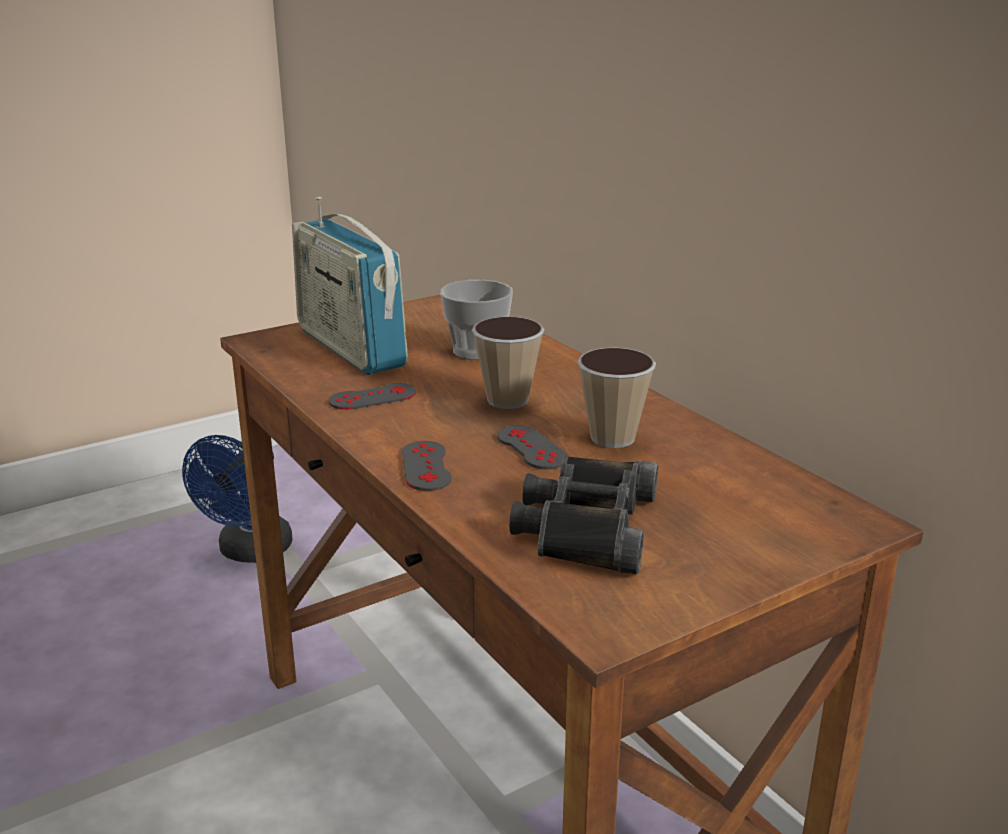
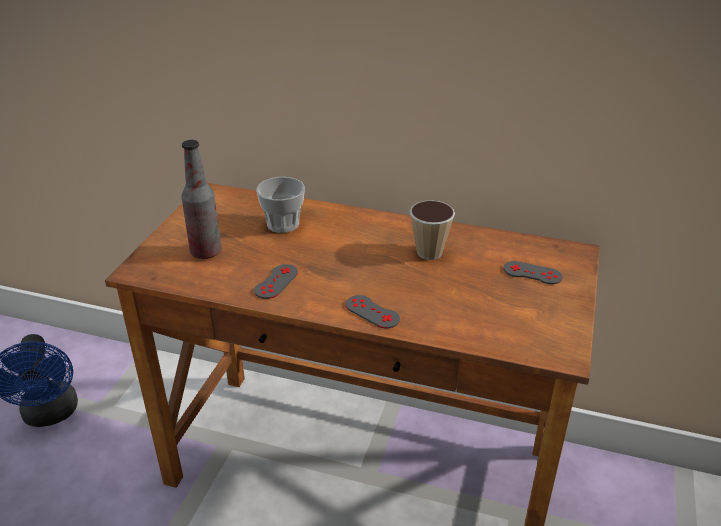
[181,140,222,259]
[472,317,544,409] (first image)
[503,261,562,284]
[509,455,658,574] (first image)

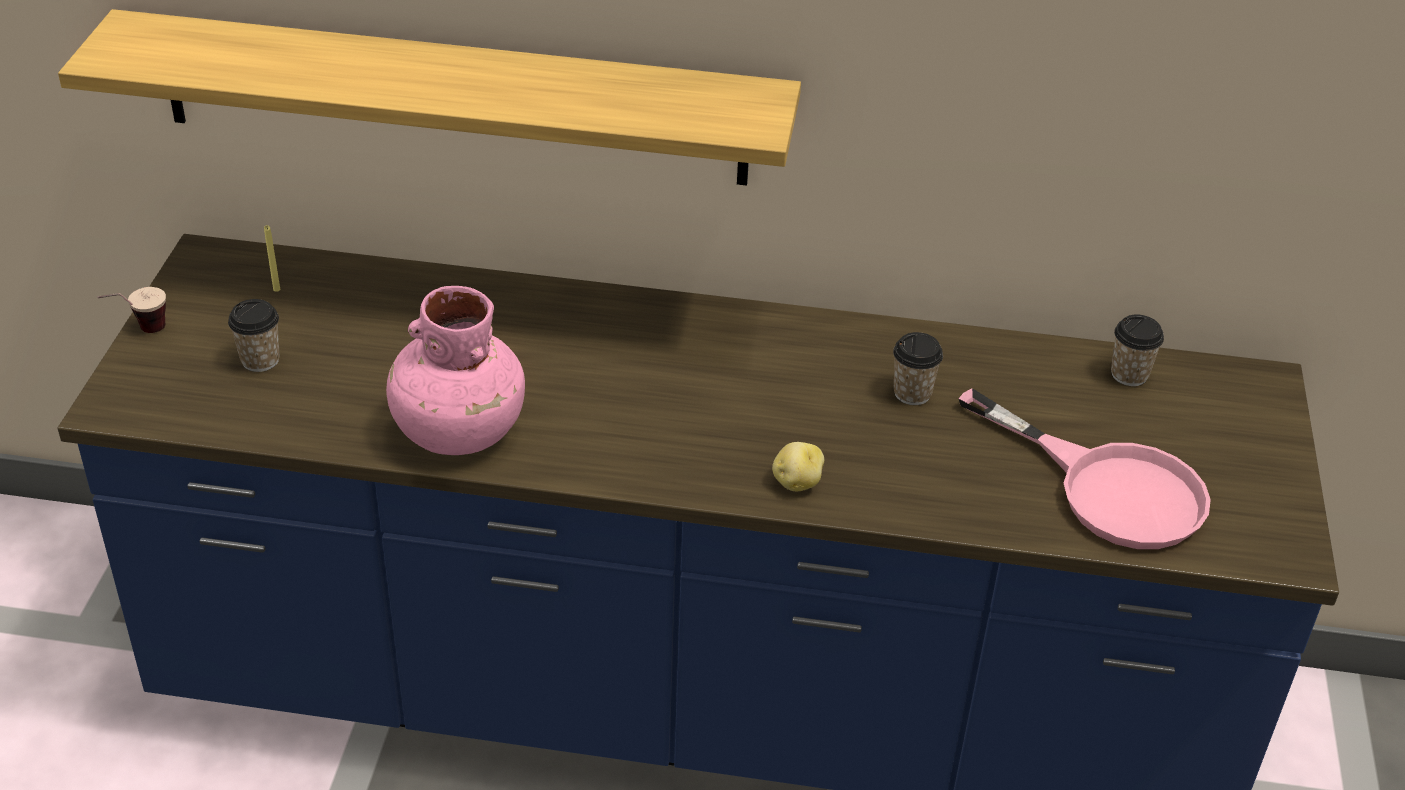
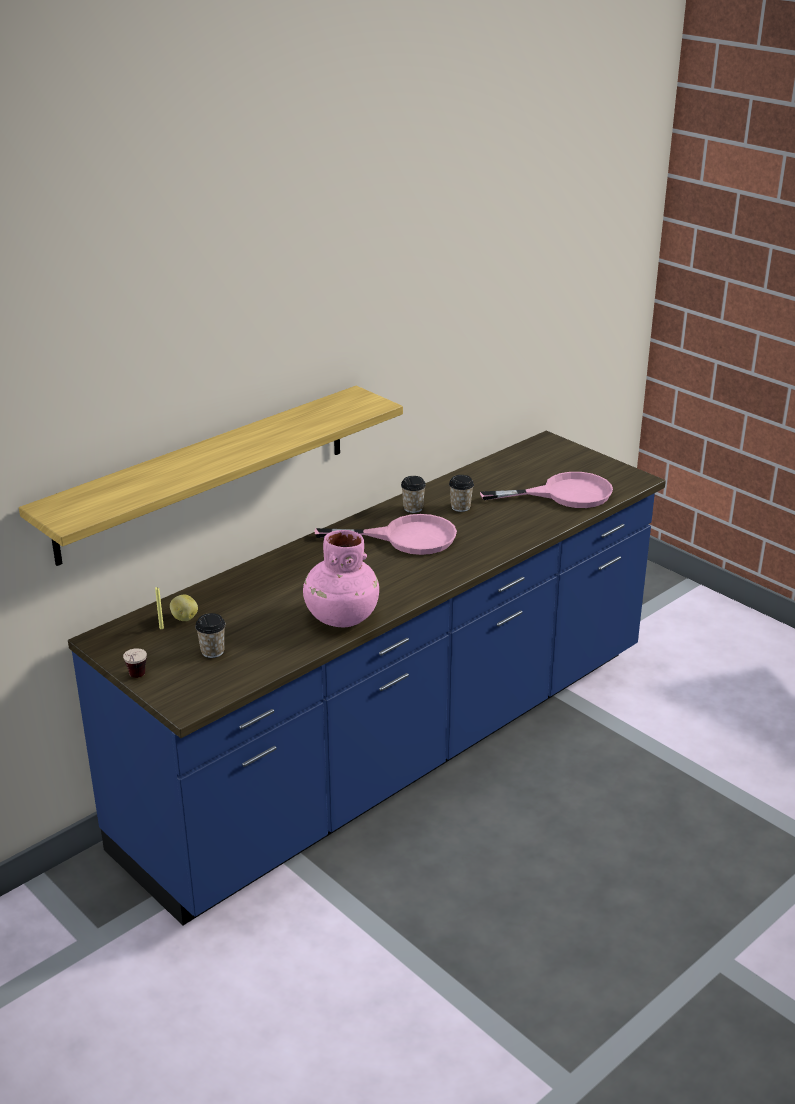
[401,476,426,513]
[170,595,198,621]
[315,514,457,555]

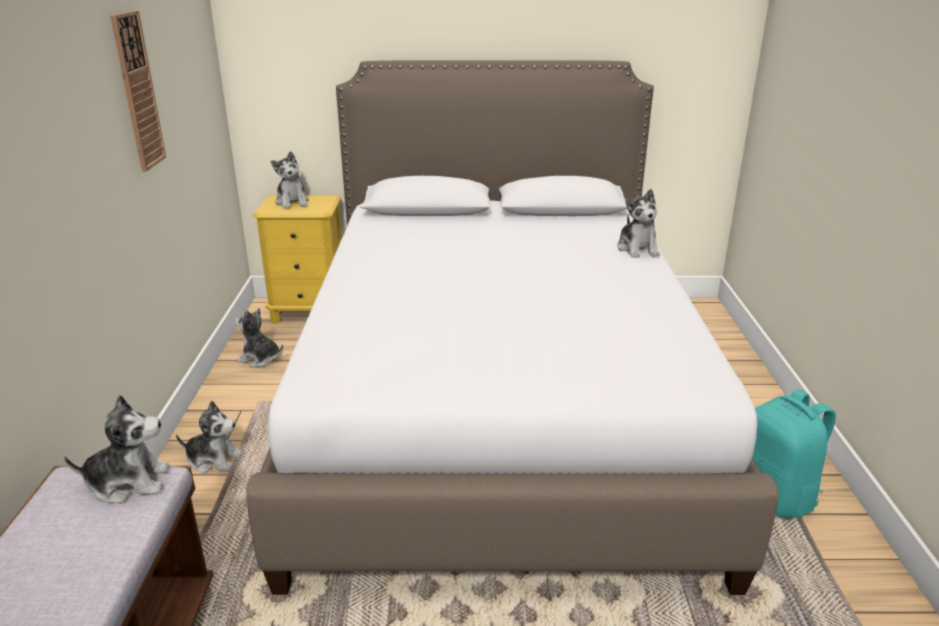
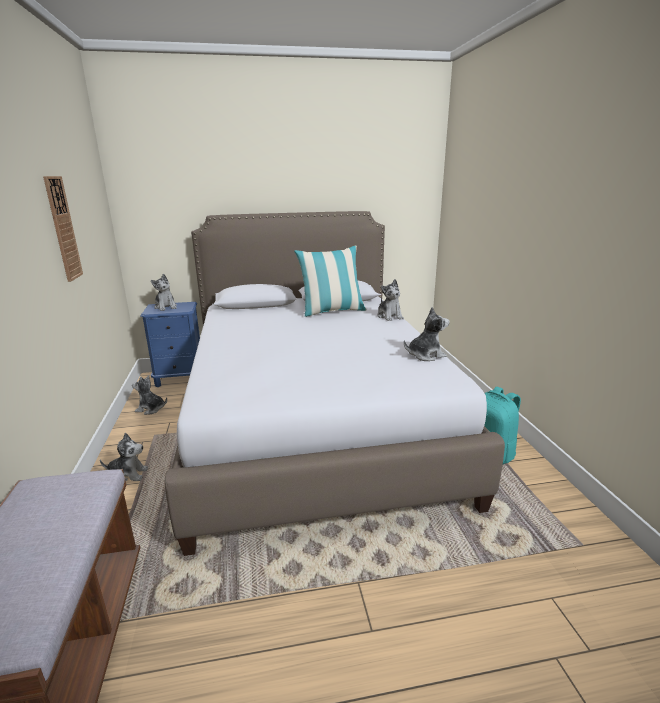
[140,302,200,387]
[404,307,449,361]
[294,246,367,317]

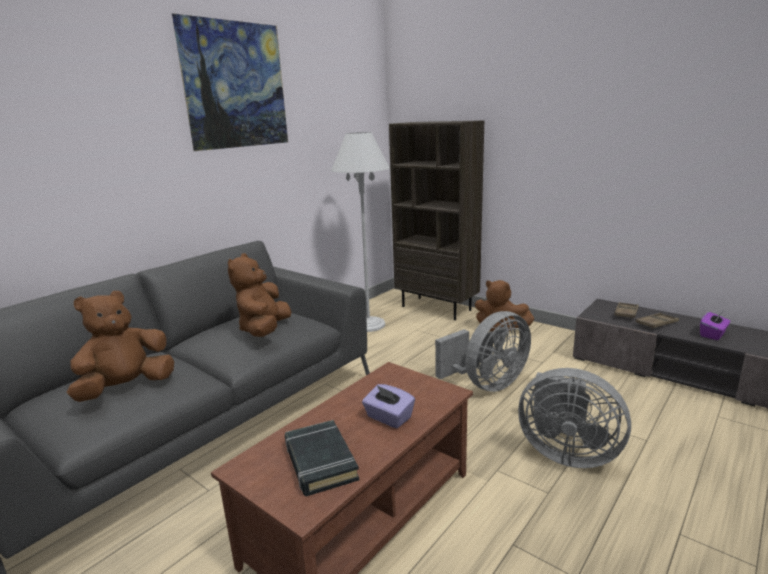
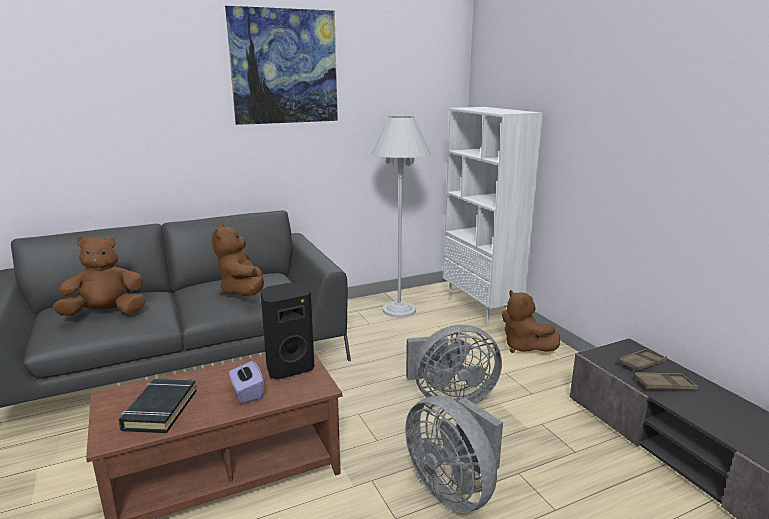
[443,107,543,326]
[212,224,264,296]
[700,312,730,340] (first image)
[260,283,314,380]

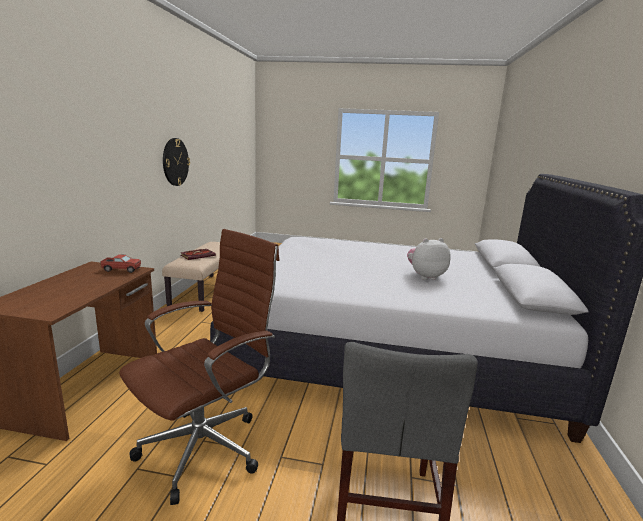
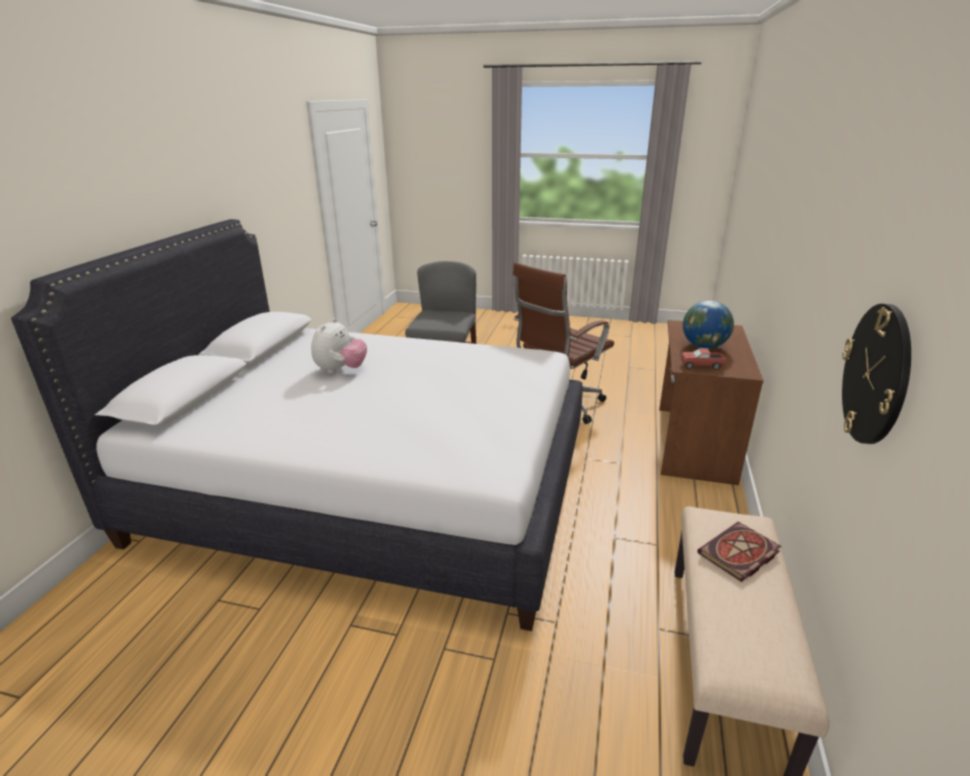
[311,318,367,374]
[683,300,734,349]

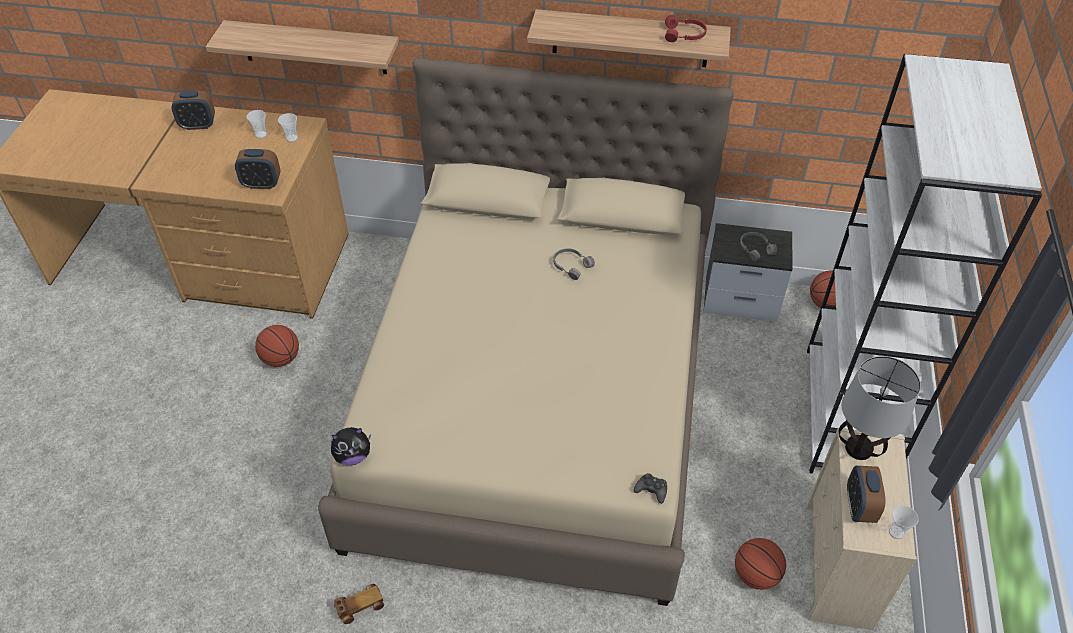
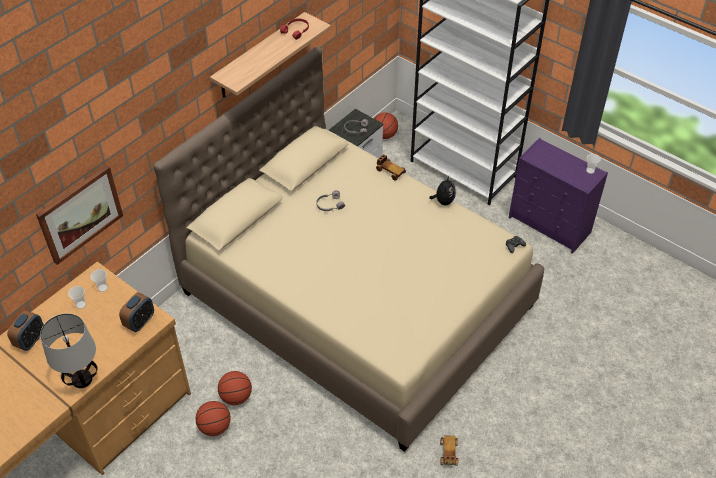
[36,165,123,265]
[40,313,98,388]
[429,176,456,205]
[509,138,608,254]
[847,466,885,523] (first image)
[218,371,252,405]
[376,154,406,181]

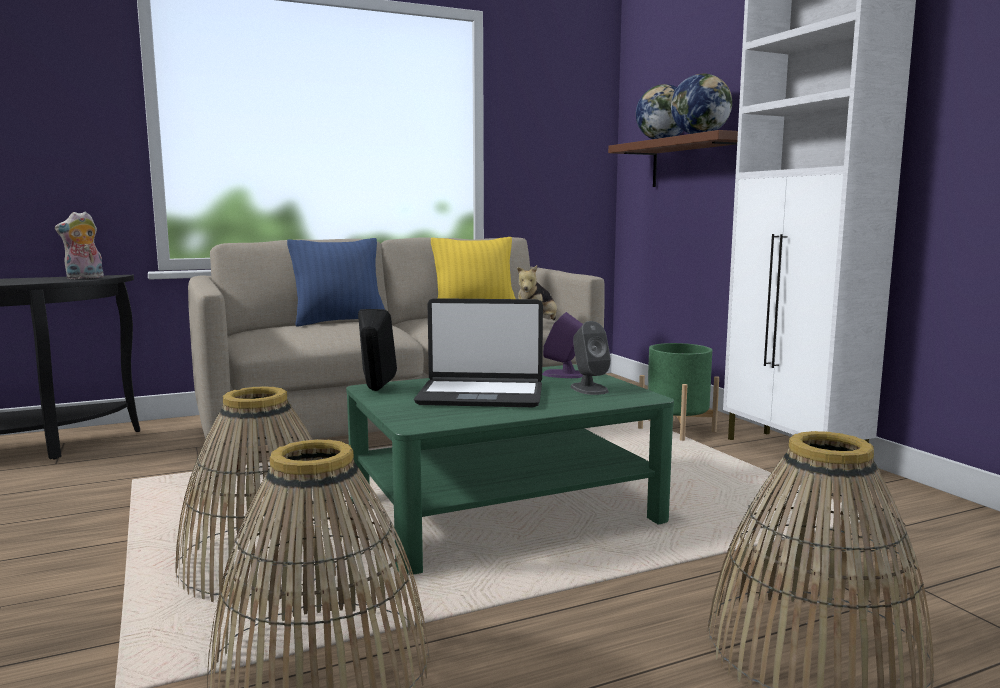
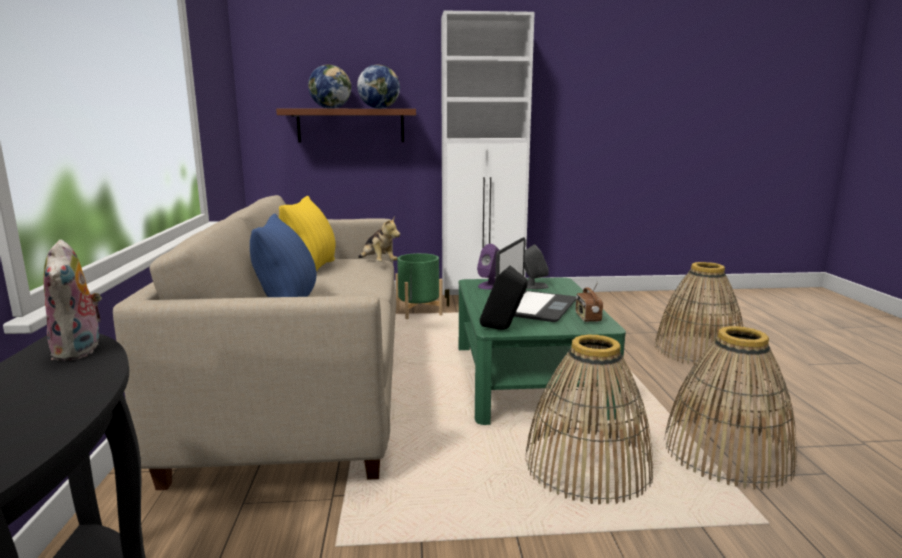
[575,280,603,322]

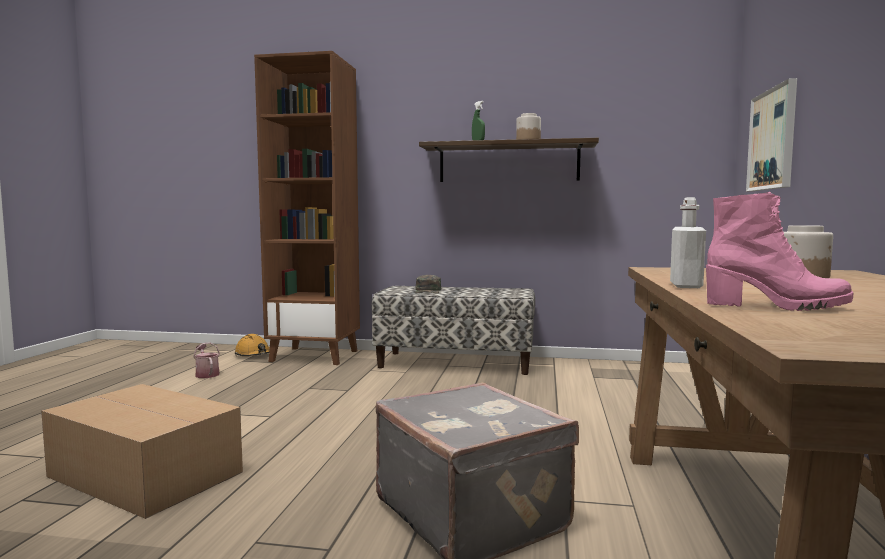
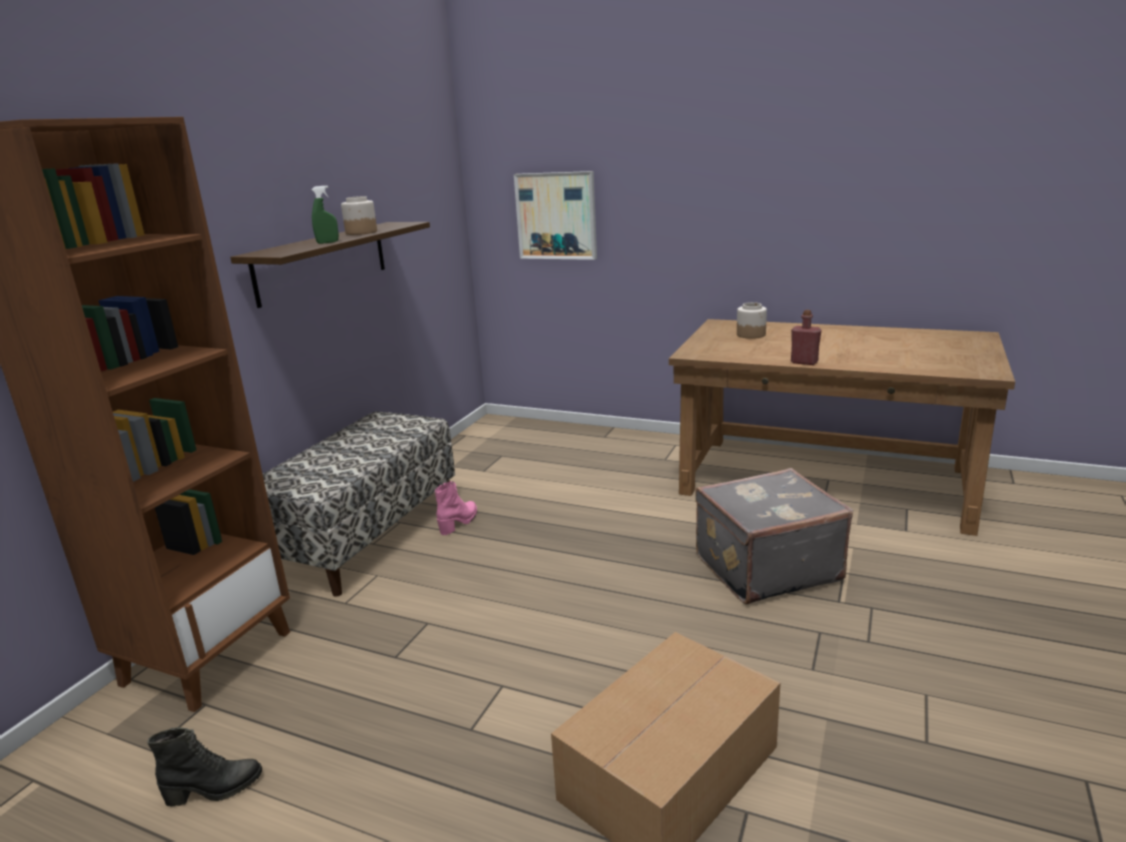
[435,481,477,535]
[791,310,822,365]
[415,275,441,293] (first image)
[235,334,270,356] (first image)
[147,727,262,807]

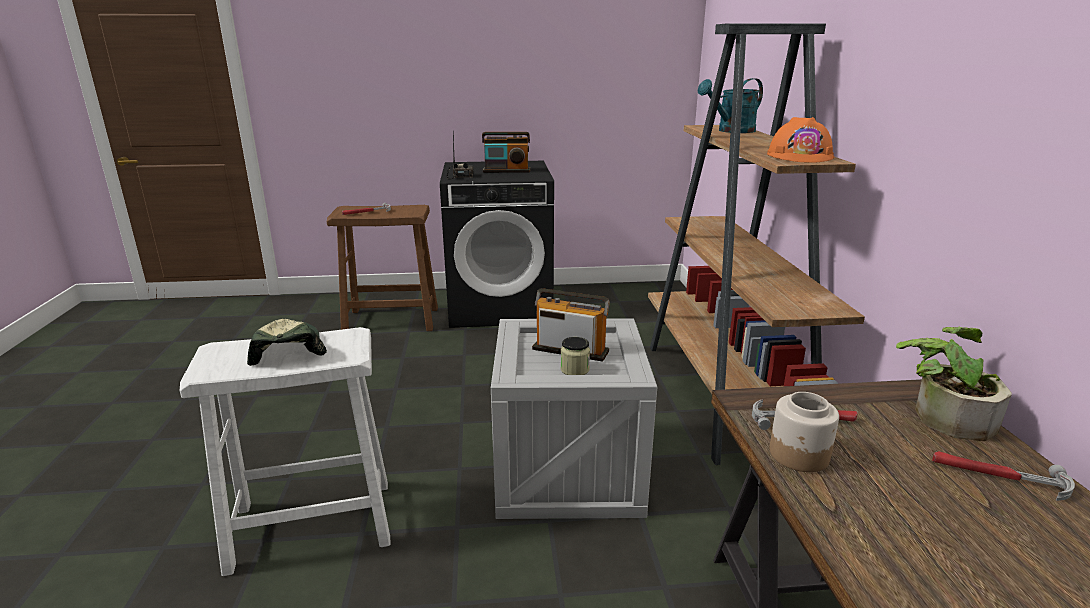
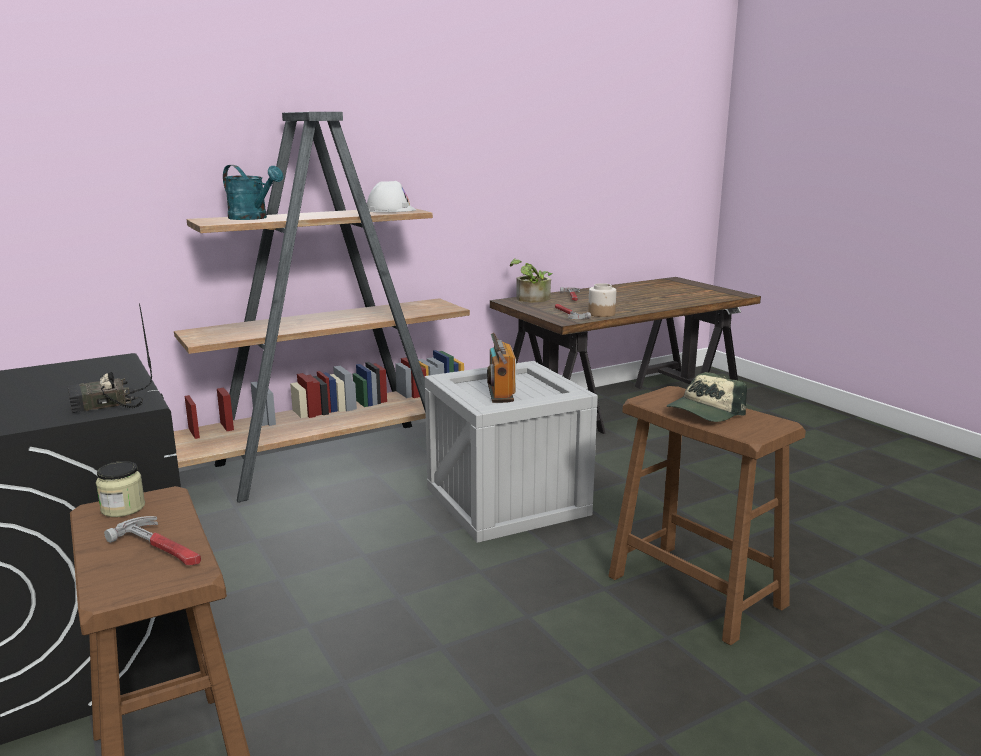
[367,181,416,212]
[482,132,530,173] (first image)
[608,386,806,645]
[96,461,145,517]

